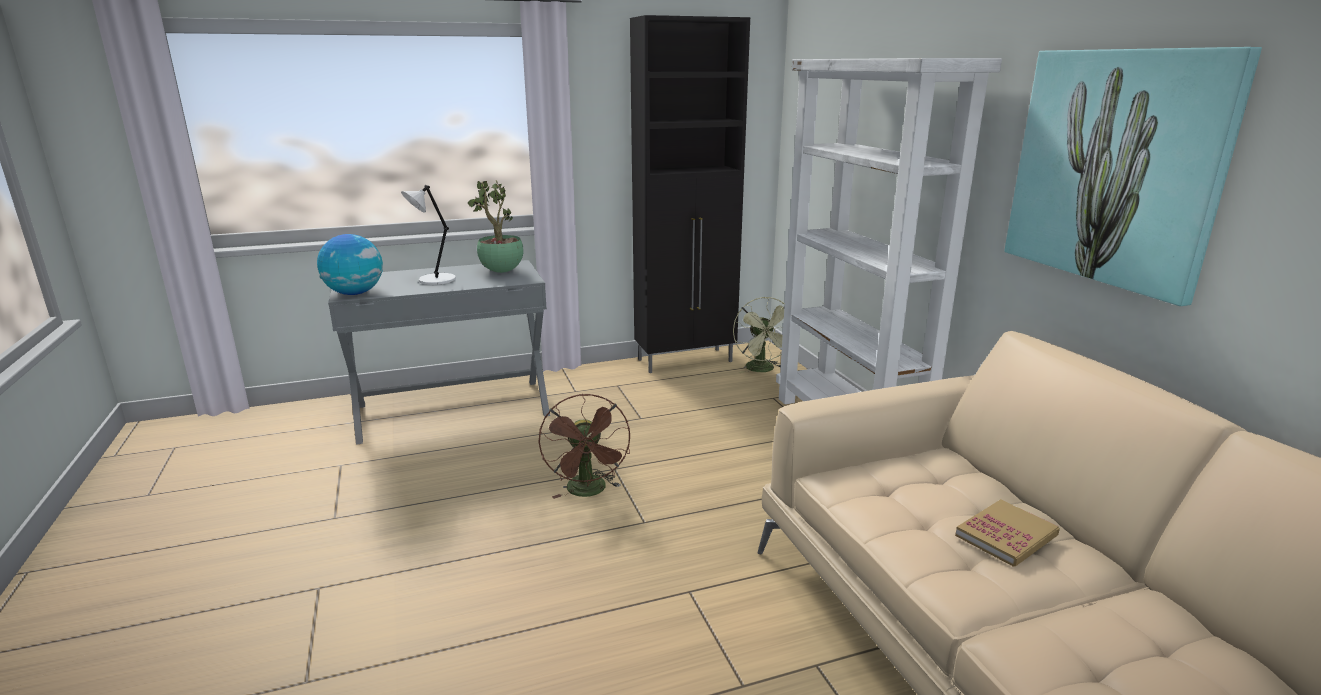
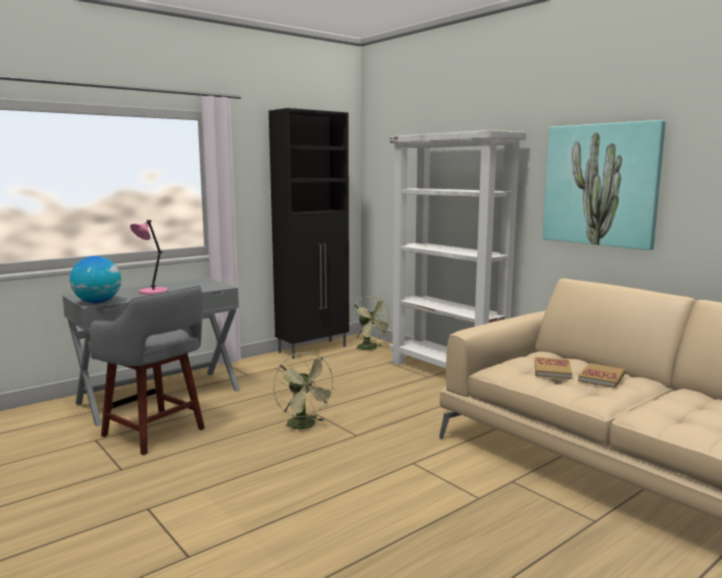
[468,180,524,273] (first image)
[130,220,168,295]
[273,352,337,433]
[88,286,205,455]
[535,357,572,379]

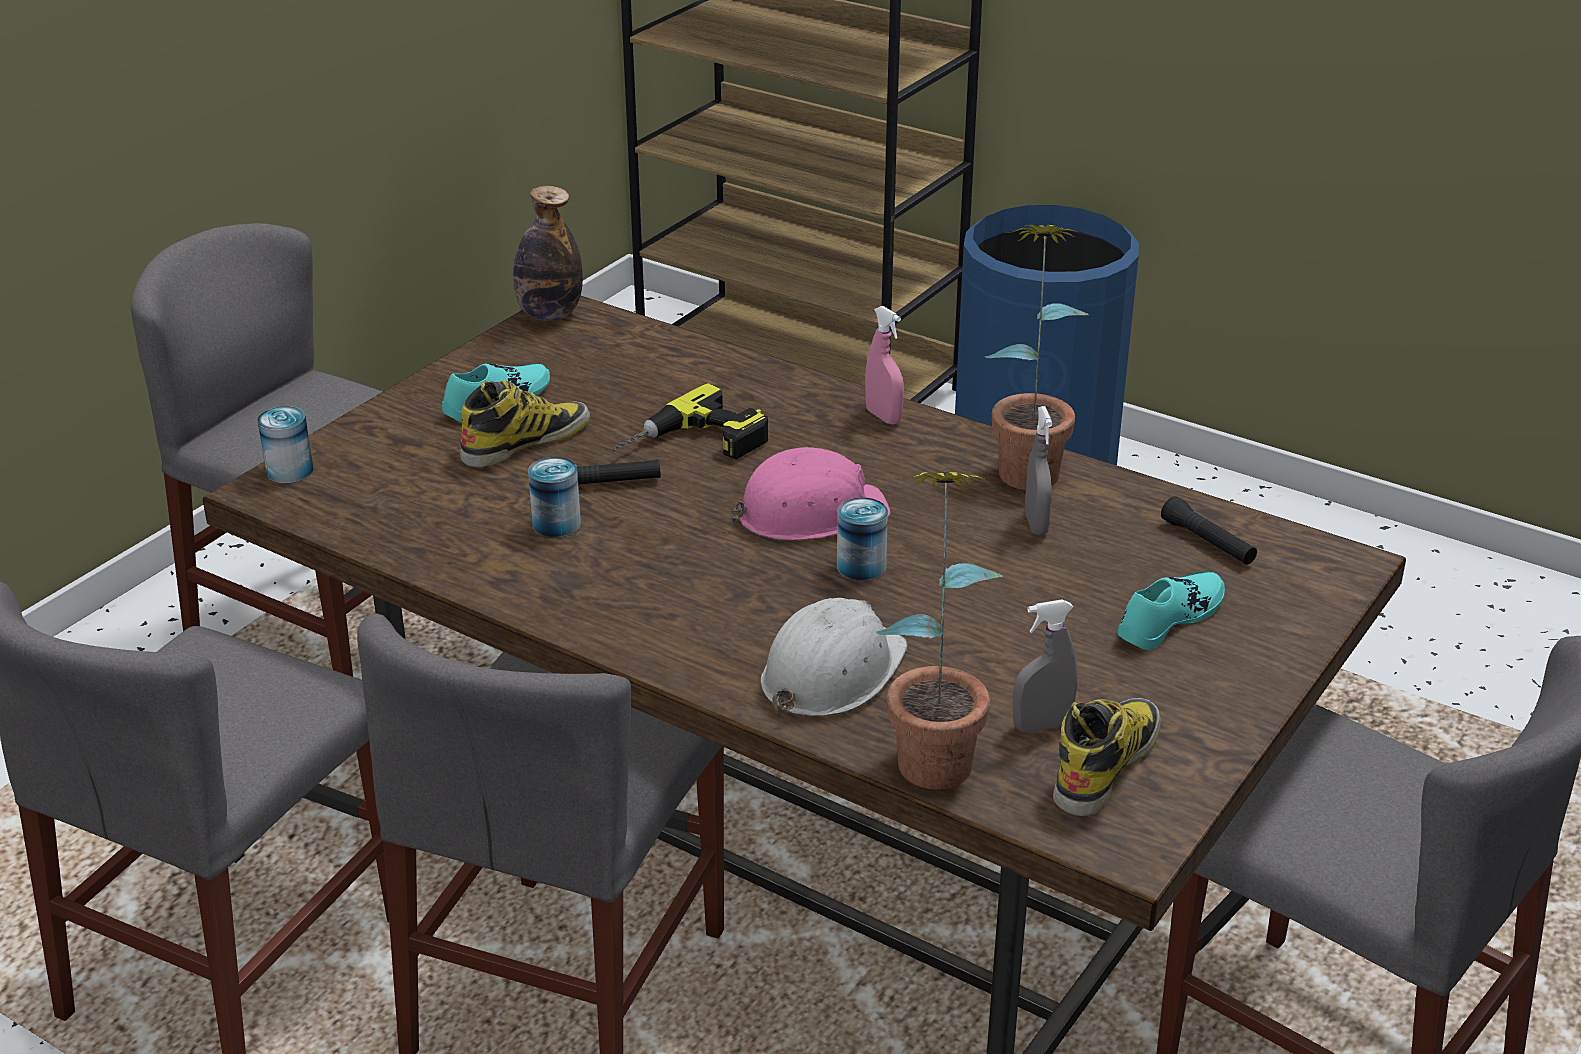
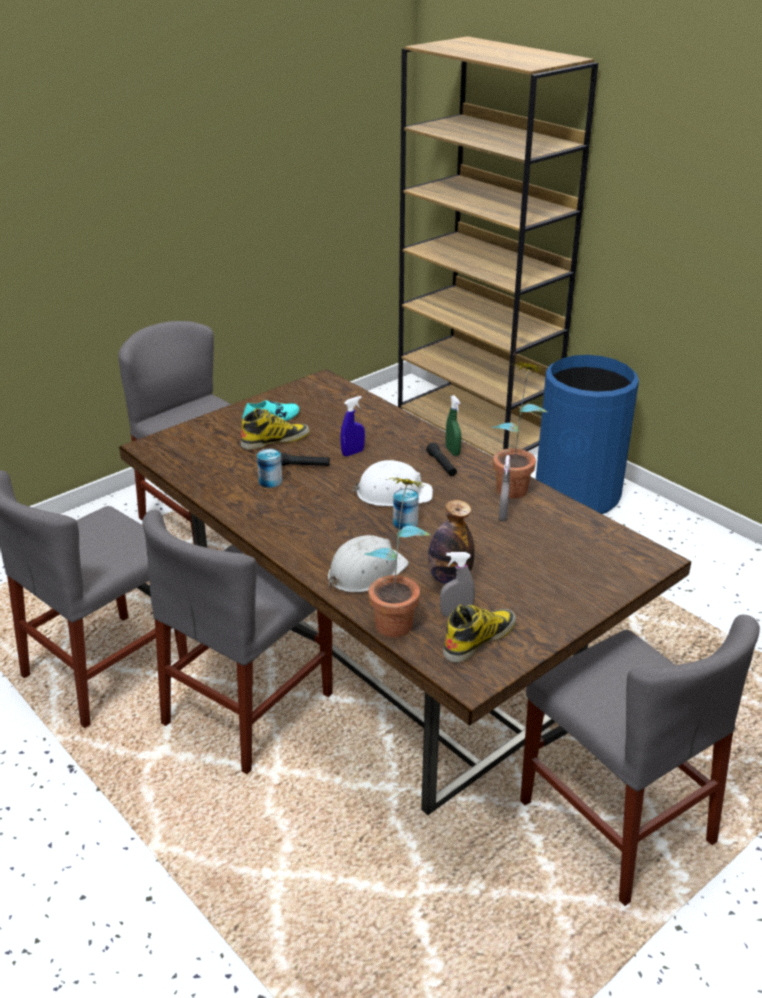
[428,500,475,584]
[446,395,461,456]
[341,396,365,456]
[257,406,314,483] (first image)
[351,460,433,507]
[426,442,457,476]
[1117,571,1225,650] (first image)

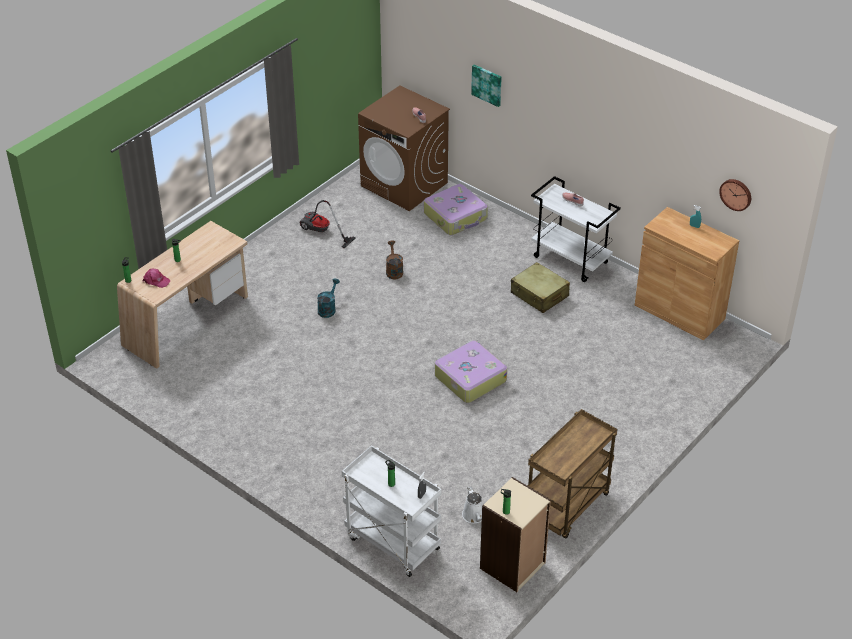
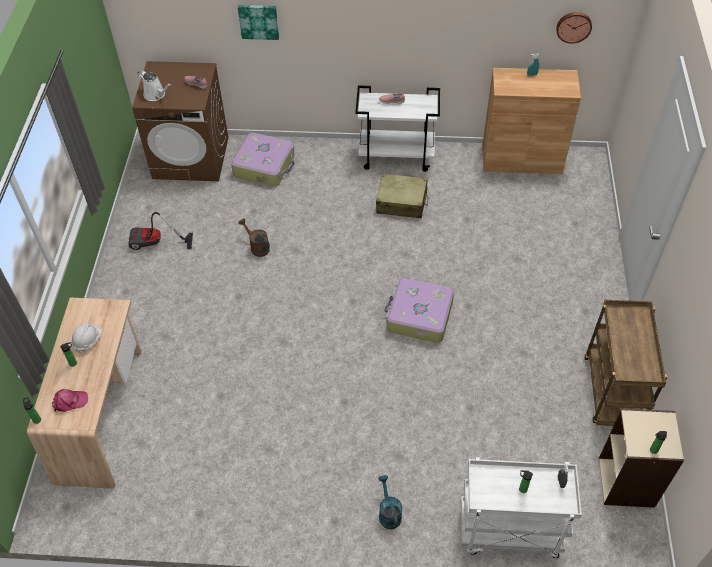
[378,475,402,529]
[138,70,171,101]
[71,323,102,353]

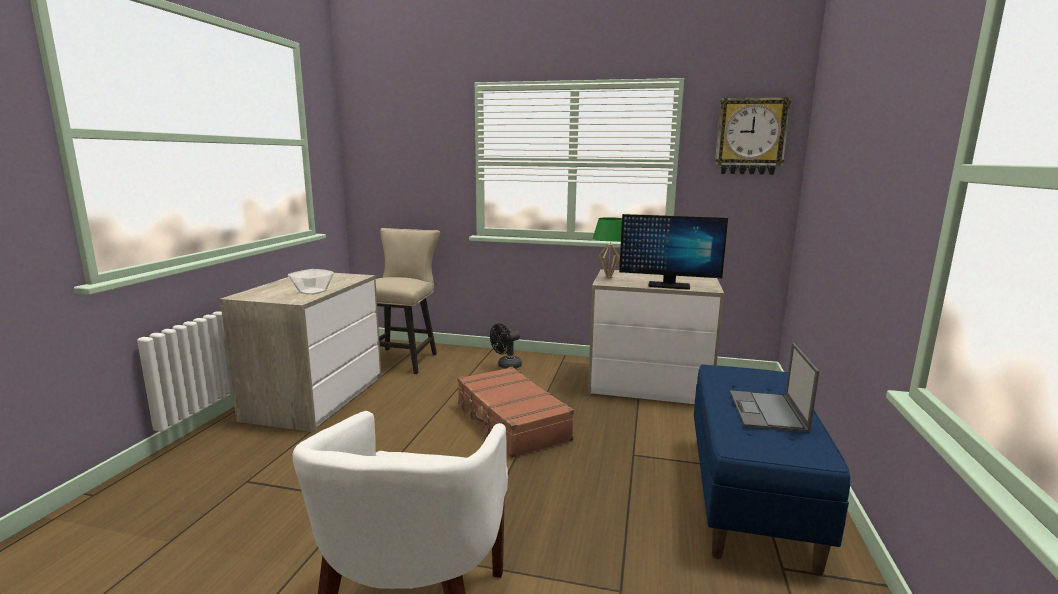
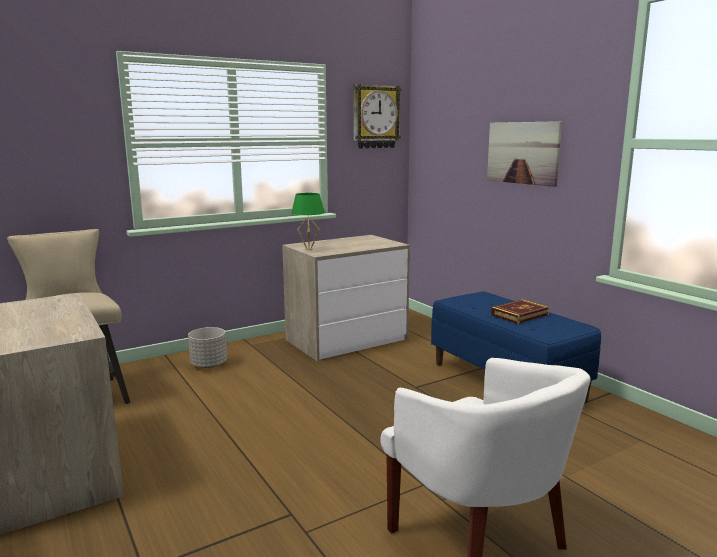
[619,214,728,290] (first image)
[288,269,334,295] (first image)
[188,327,227,368]
[491,299,550,324]
[457,367,574,458] (first image)
[487,121,562,187]

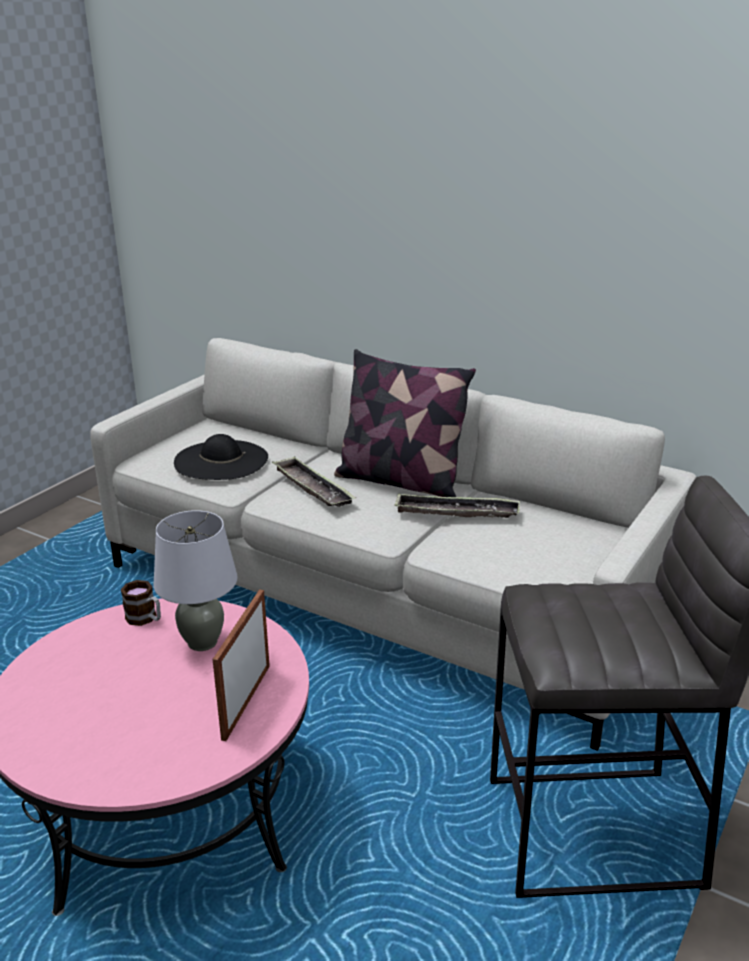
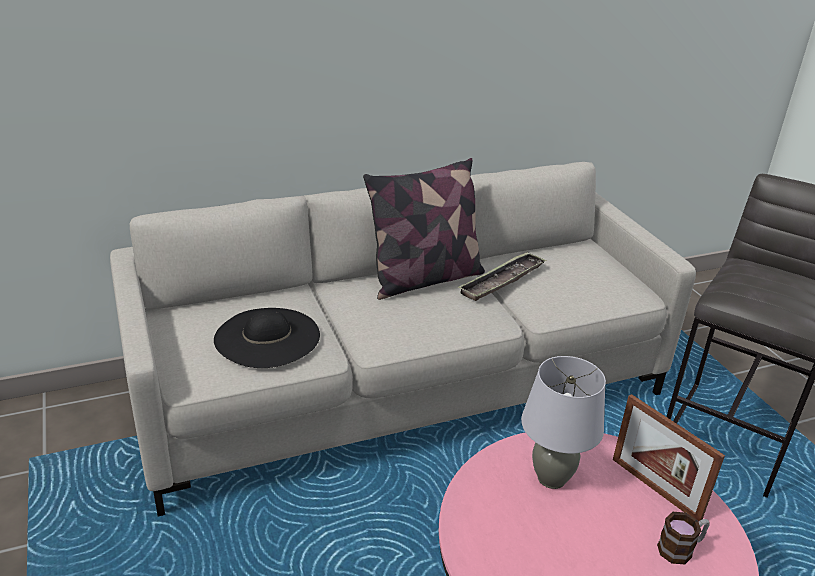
[272,457,356,507] (first image)
[657,512,710,564]

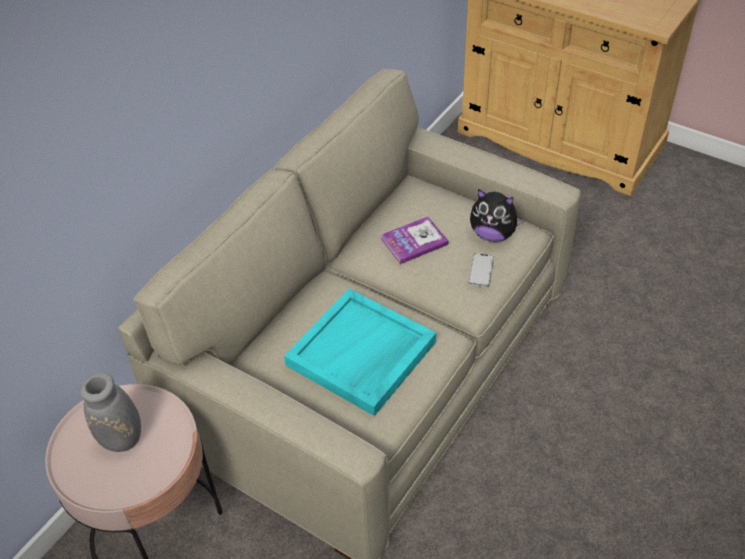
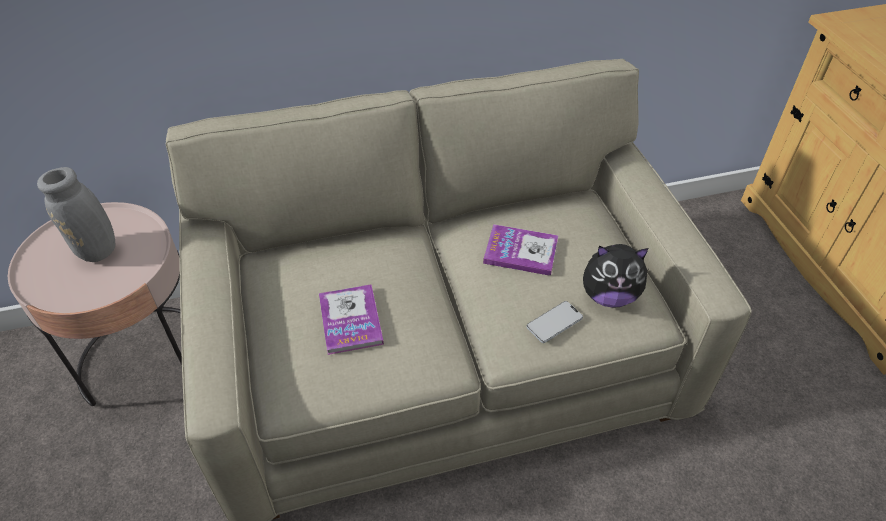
[583,244,649,308]
[319,284,384,355]

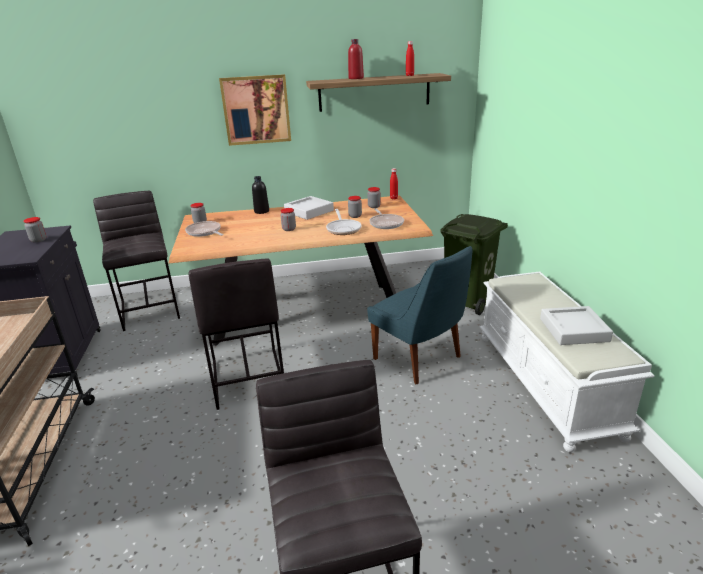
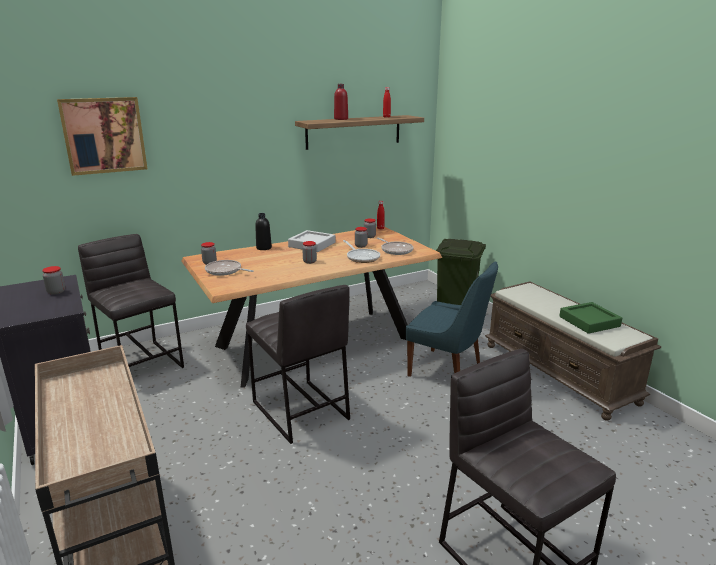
[57,97,148,176]
[485,281,661,421]
[559,302,622,334]

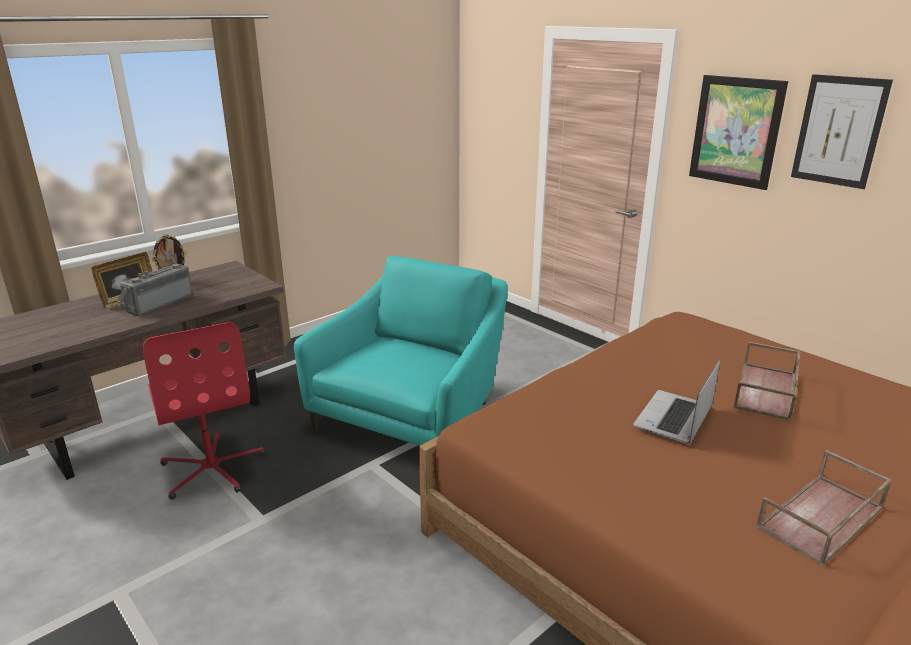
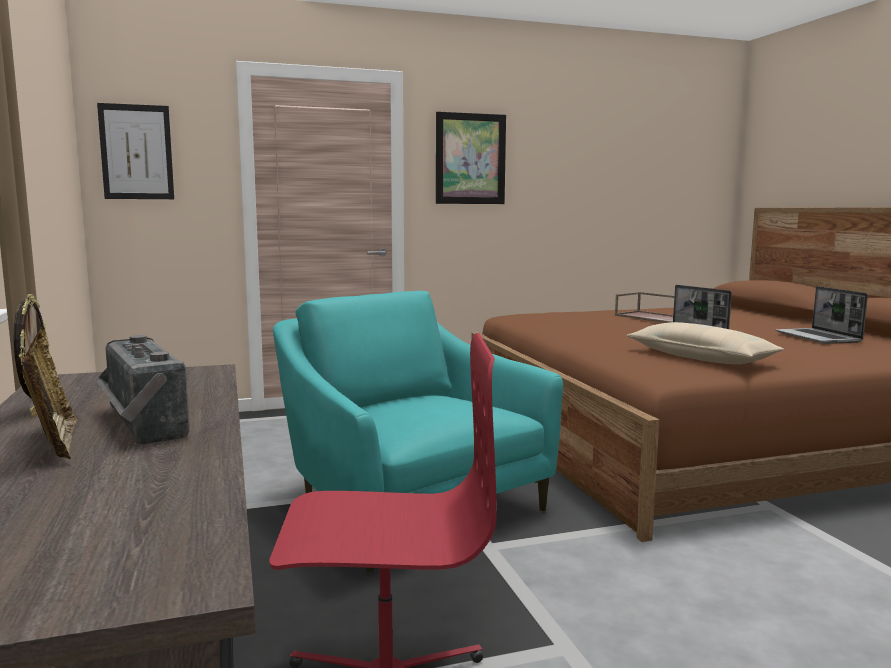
[97,103,174,199]
[775,286,868,344]
[626,322,784,364]

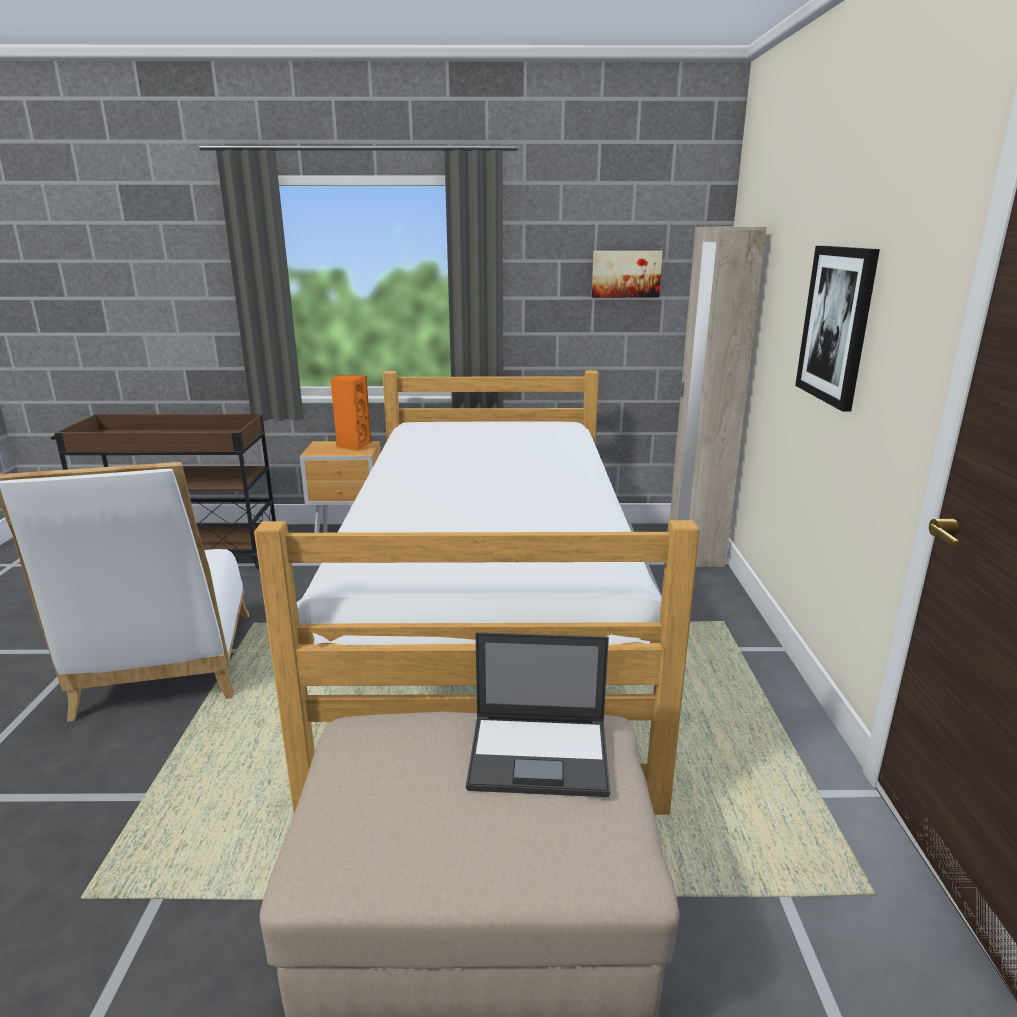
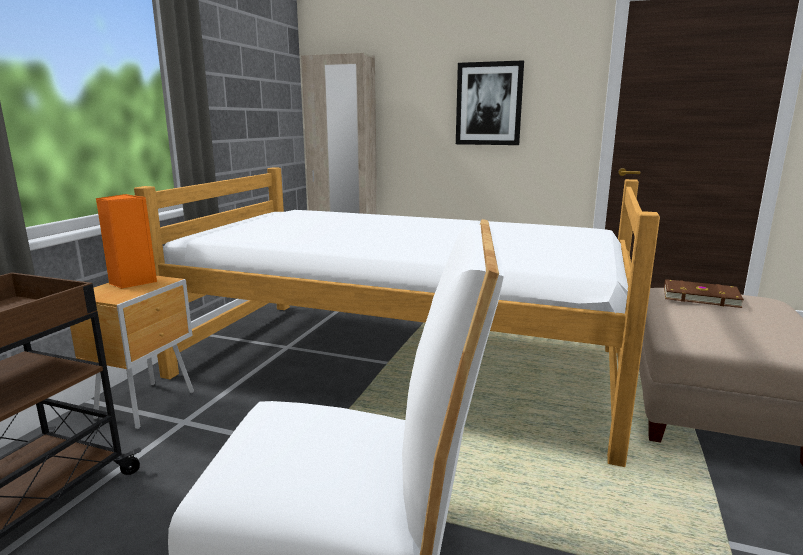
[592,251,663,298] (first image)
[664,279,744,308]

